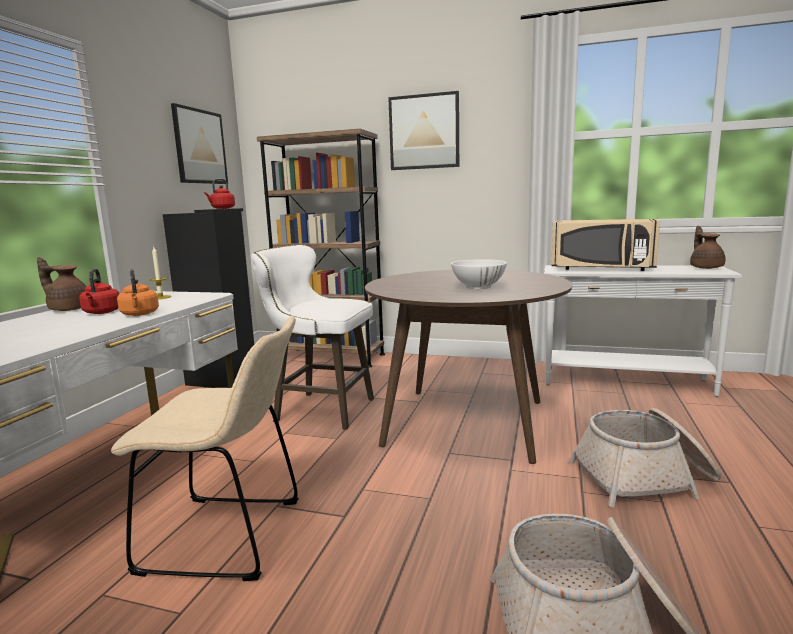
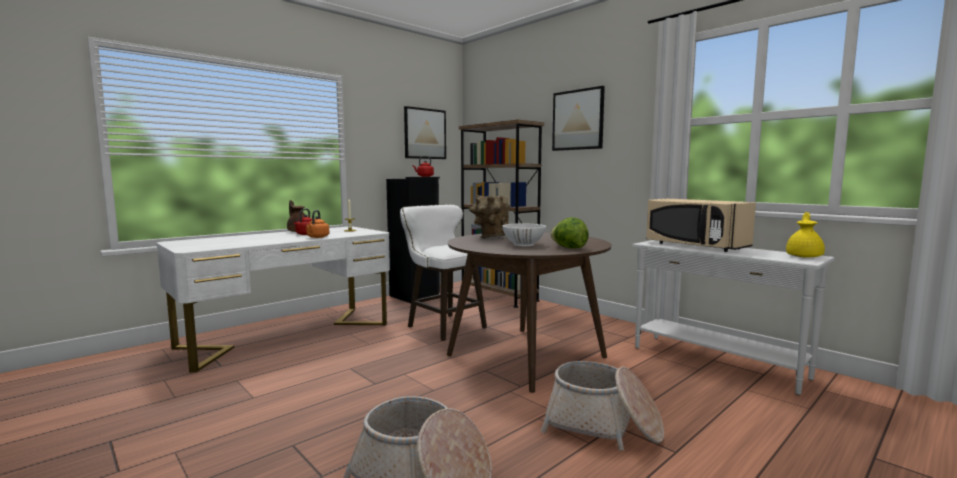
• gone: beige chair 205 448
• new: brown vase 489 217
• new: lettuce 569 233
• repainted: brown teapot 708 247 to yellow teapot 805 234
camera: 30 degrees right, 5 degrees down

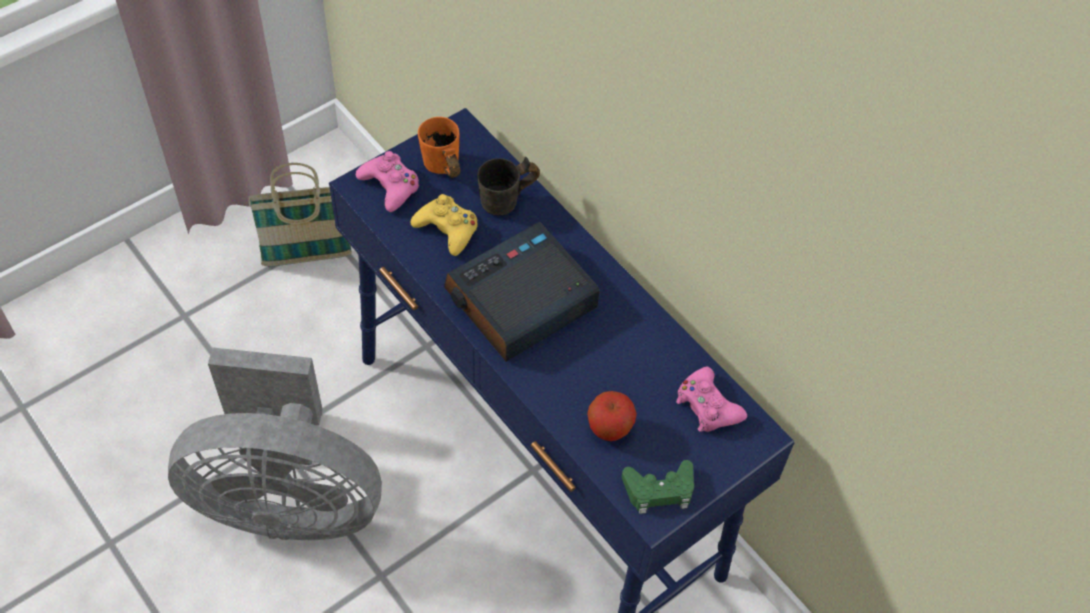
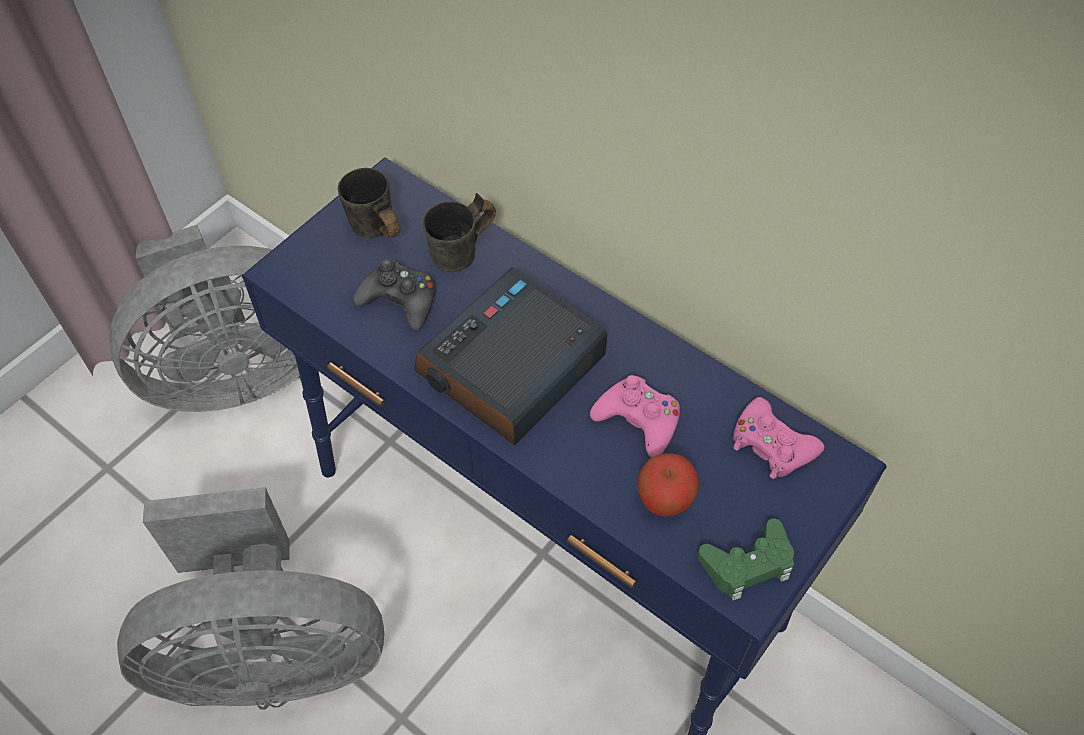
• shifted: pink game controller 388 181 to 635 416
• swapped: basket 300 214 to grey fan 204 318
• repainted: yellow game controller 444 225 to black game controller 394 294
• repainted: orange mug 439 147 to grey mug 369 203
camera: 10 degrees left, 0 degrees up

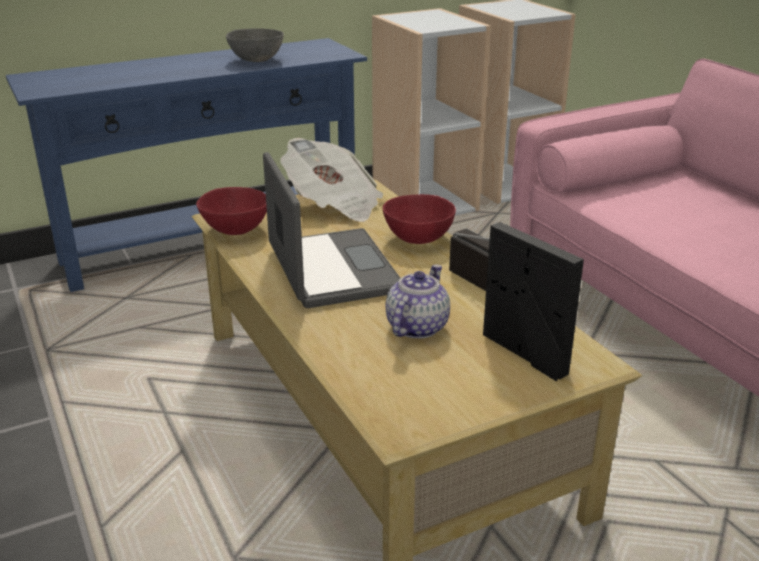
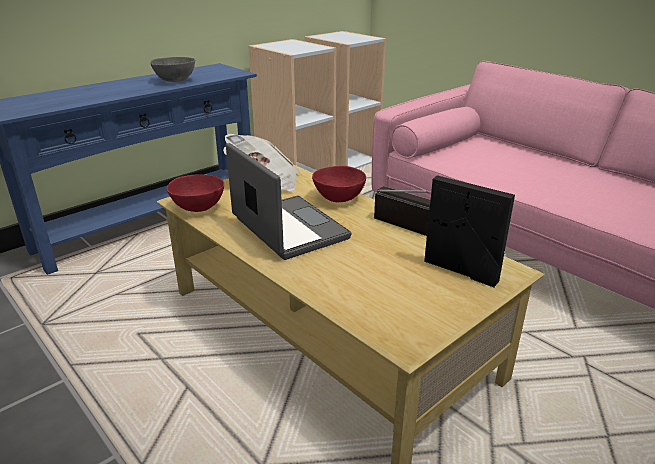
• gone: teapot 418 302
camera: 15 degrees left, 0 degrees up

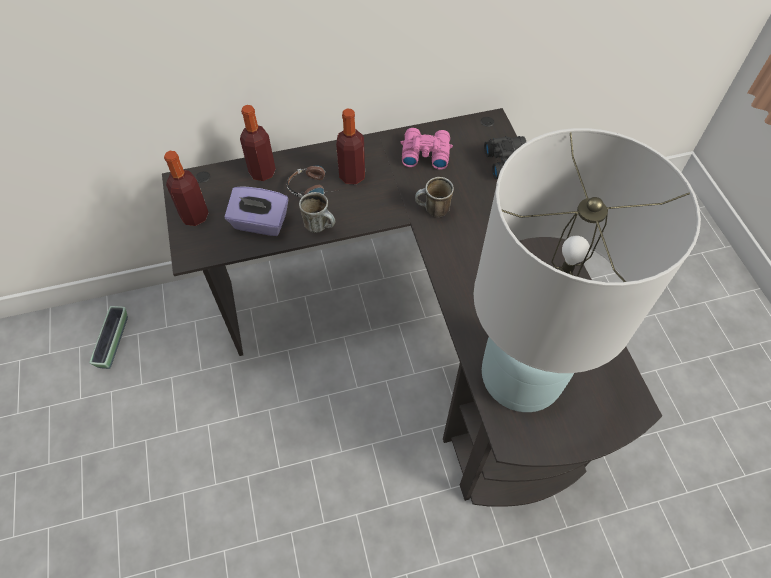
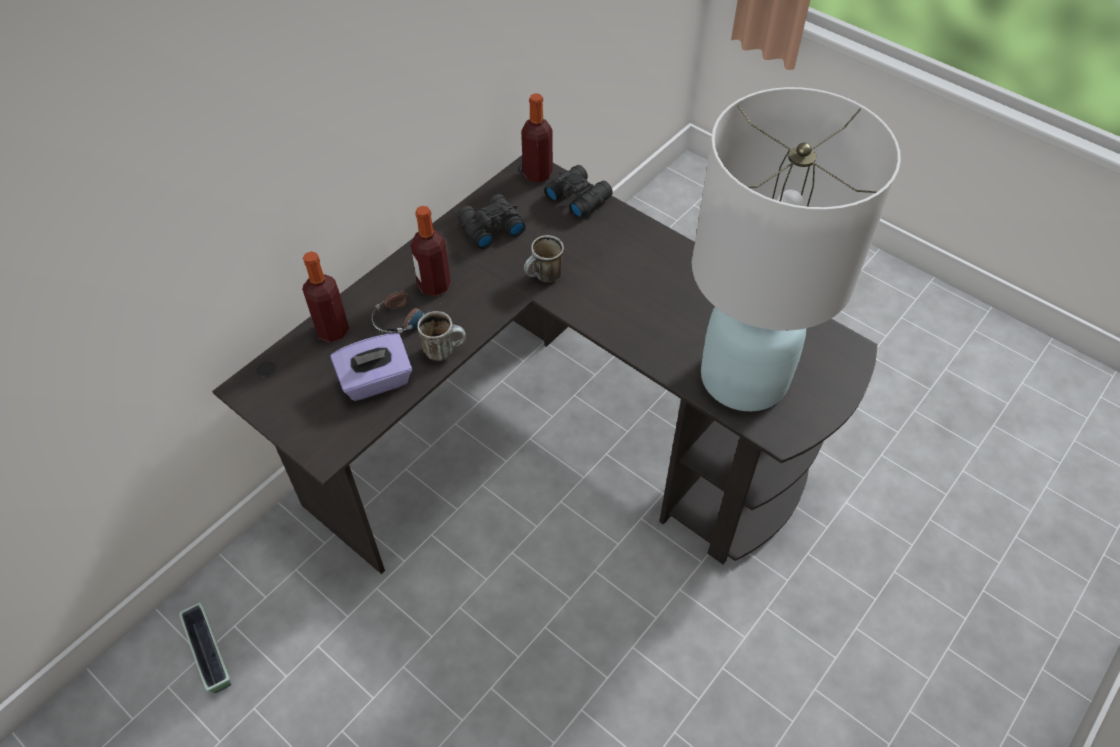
• shifted: bottle 186 188 to 537 138
• repainted: pink binoculars 426 149 to black binoculars 491 221
camera: 35 degrees left, 5 degrees down

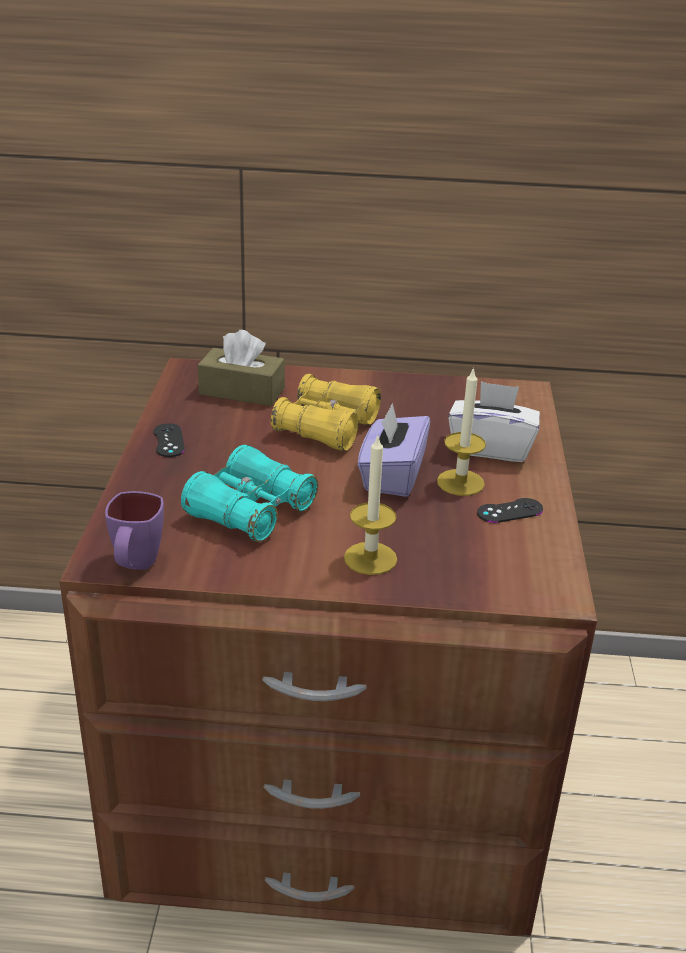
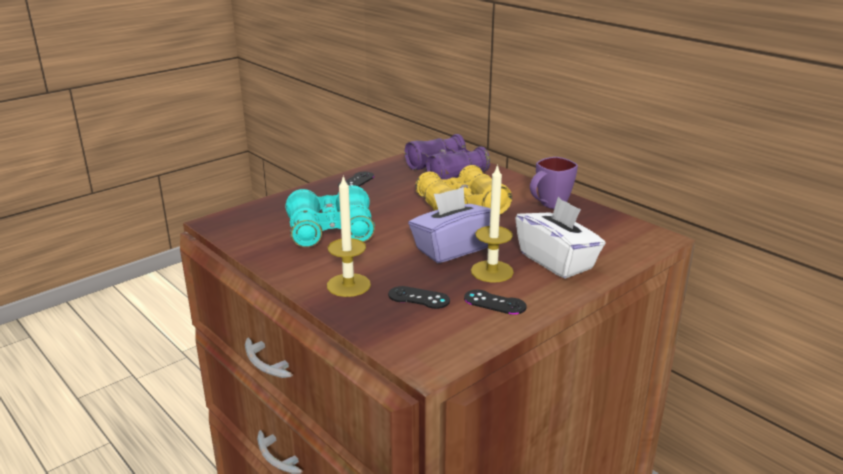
• new: black game controller 419 297
• shifted: purple mug 134 530 to 554 183
• swapped: brown tissue box 241 368 to purple binoculars 447 157
camera: 45 degrees right, 5 degrees down

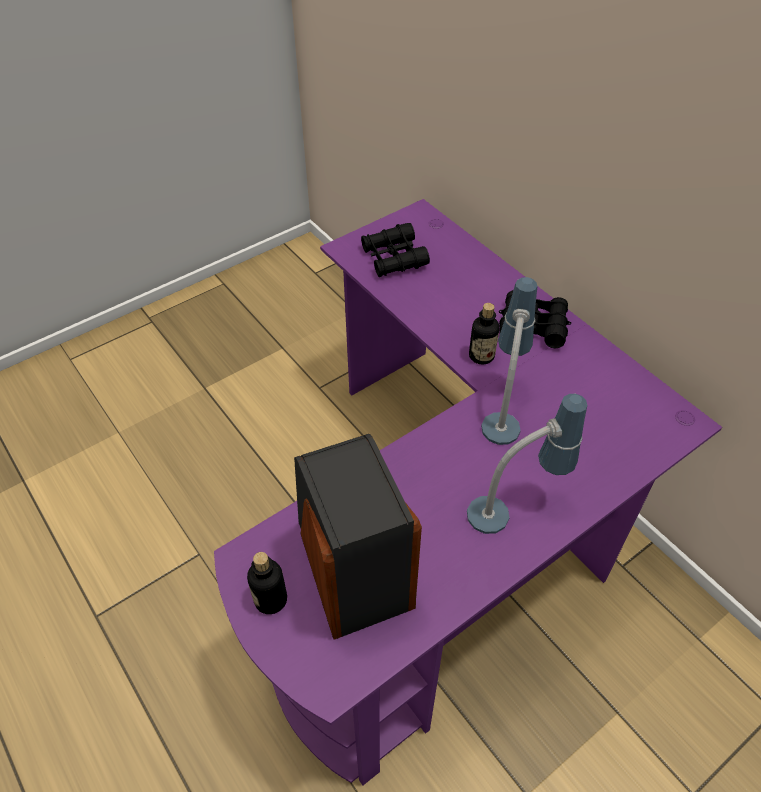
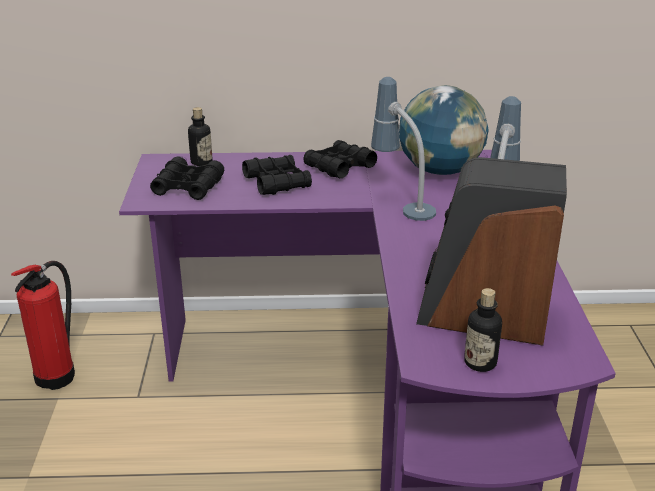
• new: fire extinguisher 43 325
• new: black binoculars 277 175
• new: globe 444 130
• shifted: bottle 484 333 to 200 136
camera: 55 degrees left, 20 degrees down

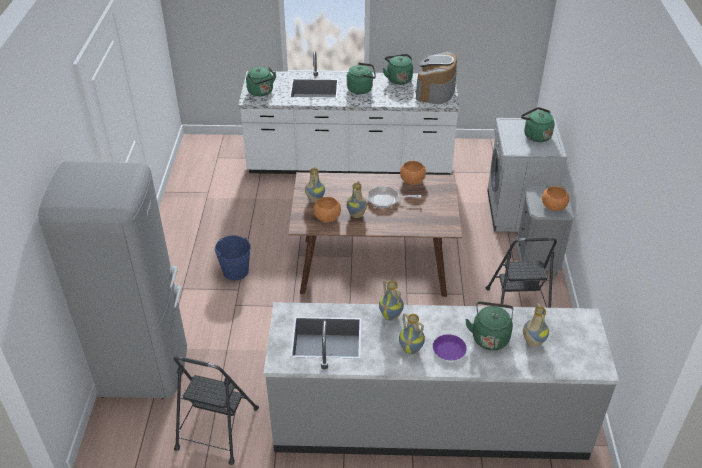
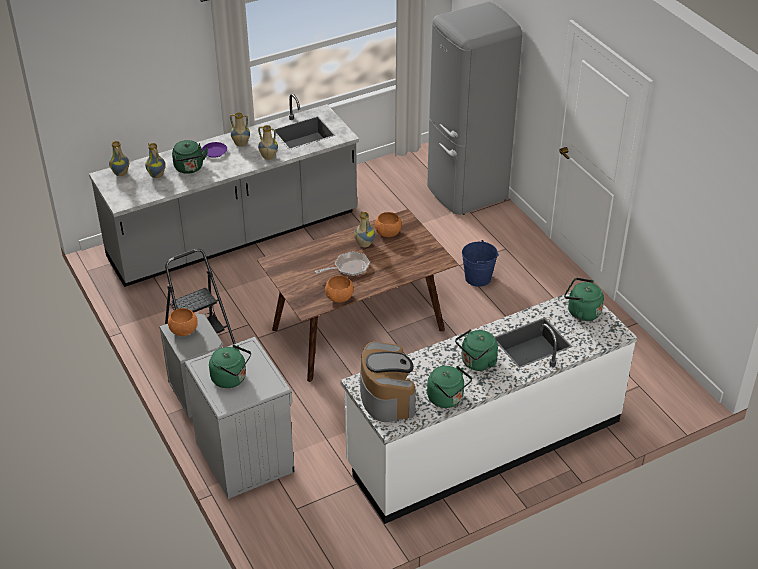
• gone: black step ladder 216 410
• shifted: vase 315 184 to 119 158
camera: 150 degrees right, 0 degrees up

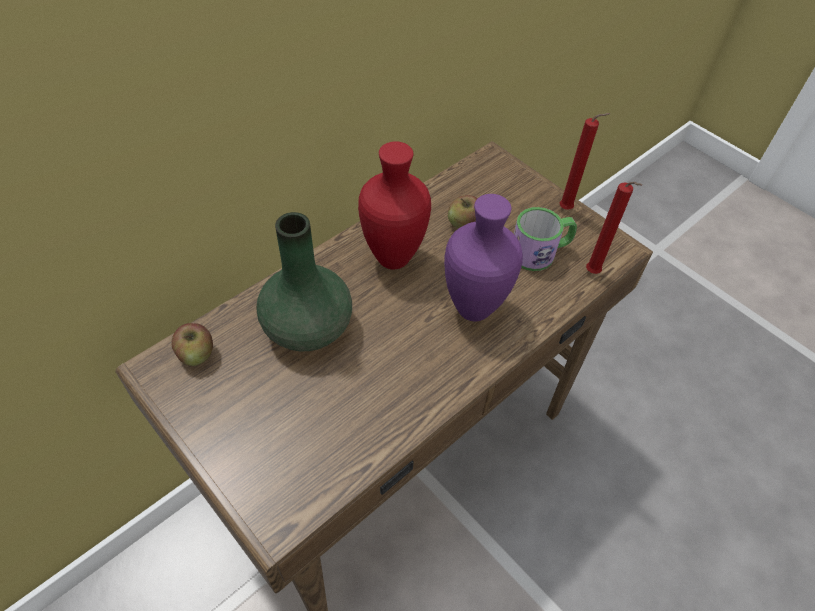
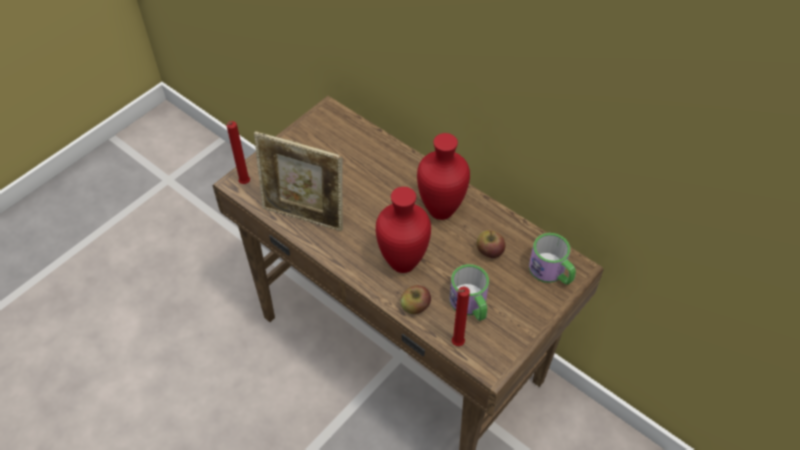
• gone: green vase 304 281
• new: picture frame 298 181
• new: mug 552 259
• shifted: apple 192 344 to 416 299
• shifted: red candle 585 161 to 238 152
• repainted: purple vase 483 257 to red vase 403 230
camera: 85 degrees right, 0 degrees up

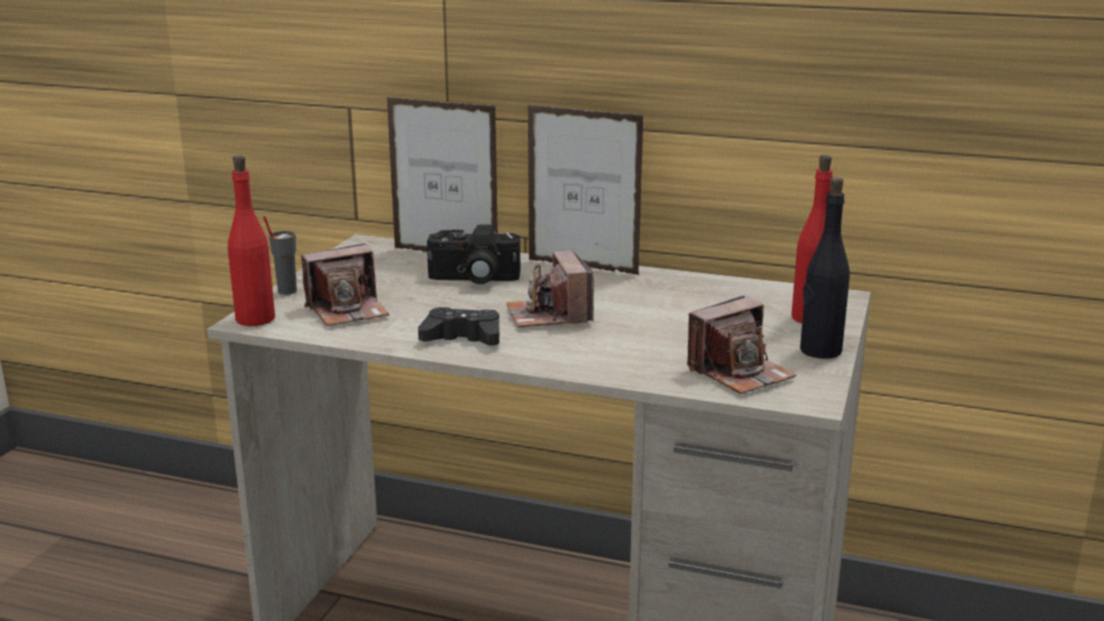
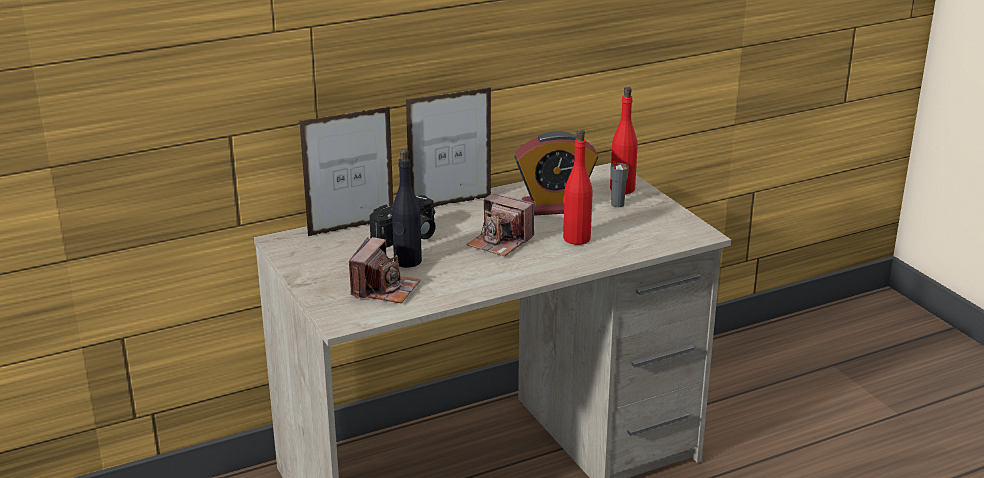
• gone: black game controller 459 326
• gone: photo camera 741 345
• new: alarm clock 556 173
• shifted: red bottle 251 240 to 578 187
• shifted: grey cup 280 255 to 620 182
• shifted: black bottle 825 268 to 407 208
camera: 45 degrees left, 5 degrees up

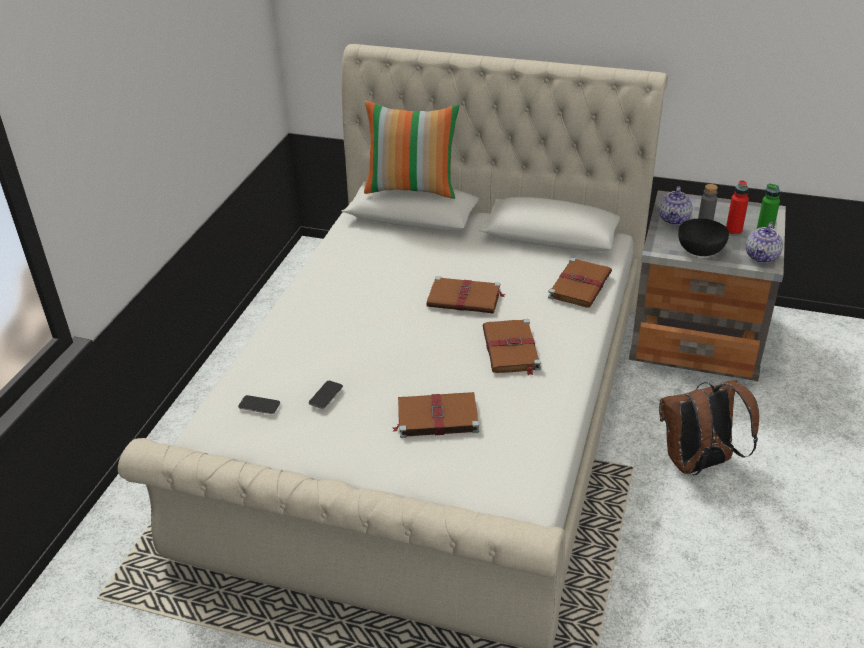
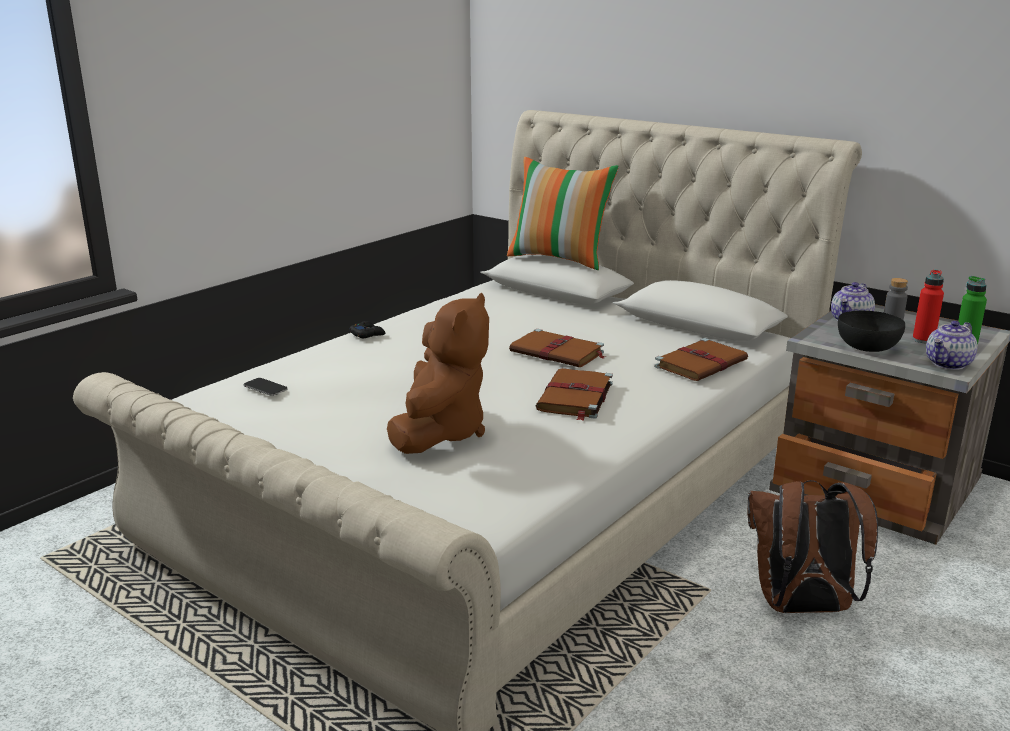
• gone: phone 326 395
• new: black game controller 367 329
• swapped: brown book 435 415 to brown plush toy 438 373
camera: 20 degrees right, 15 degrees down

